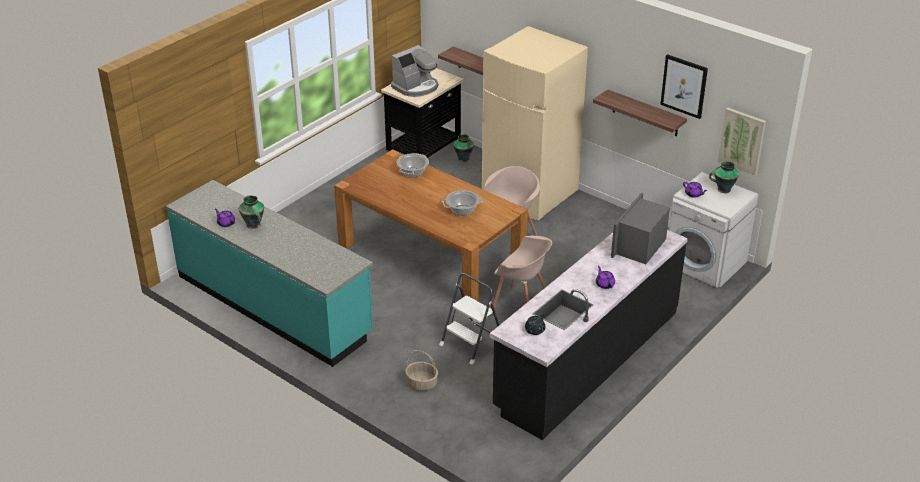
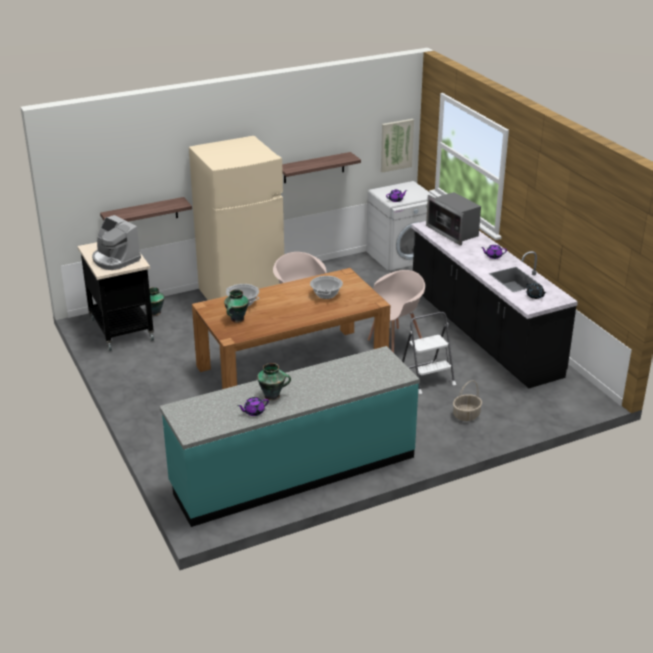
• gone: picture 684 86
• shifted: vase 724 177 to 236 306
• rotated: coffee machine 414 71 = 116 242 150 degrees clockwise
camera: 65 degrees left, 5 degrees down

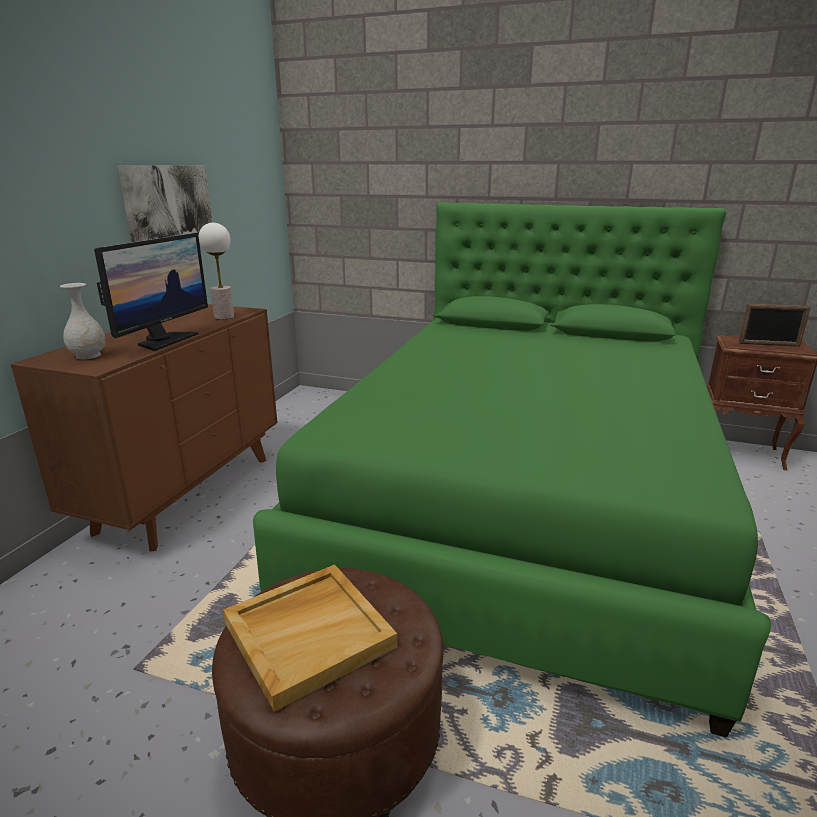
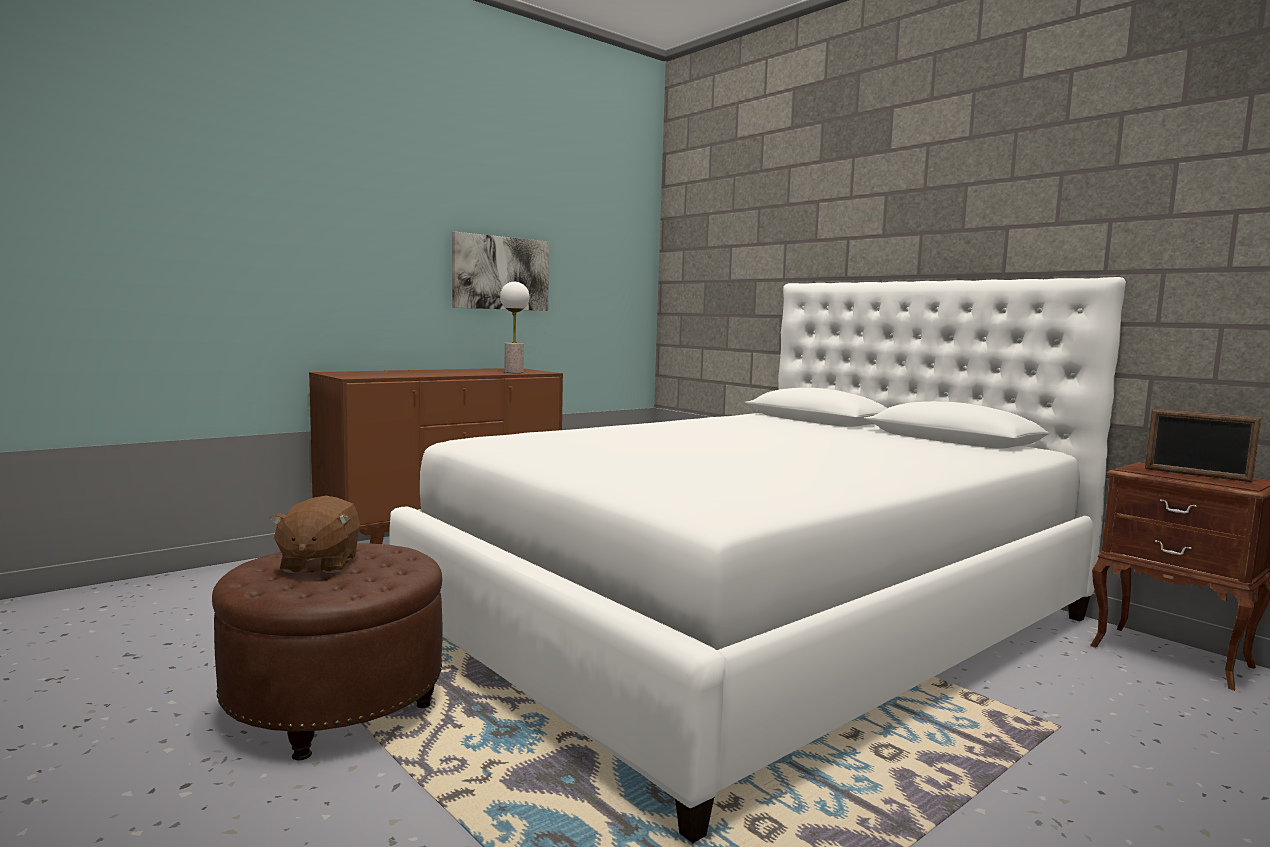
• gone: white vase 83 321
• gone: monitor 151 292
• swapped: beige tray 310 638 to brown plush toy 314 534
• repainted: green bed 512 470 to white bed 758 560
camera: 30 degrees right, 15 degrees down

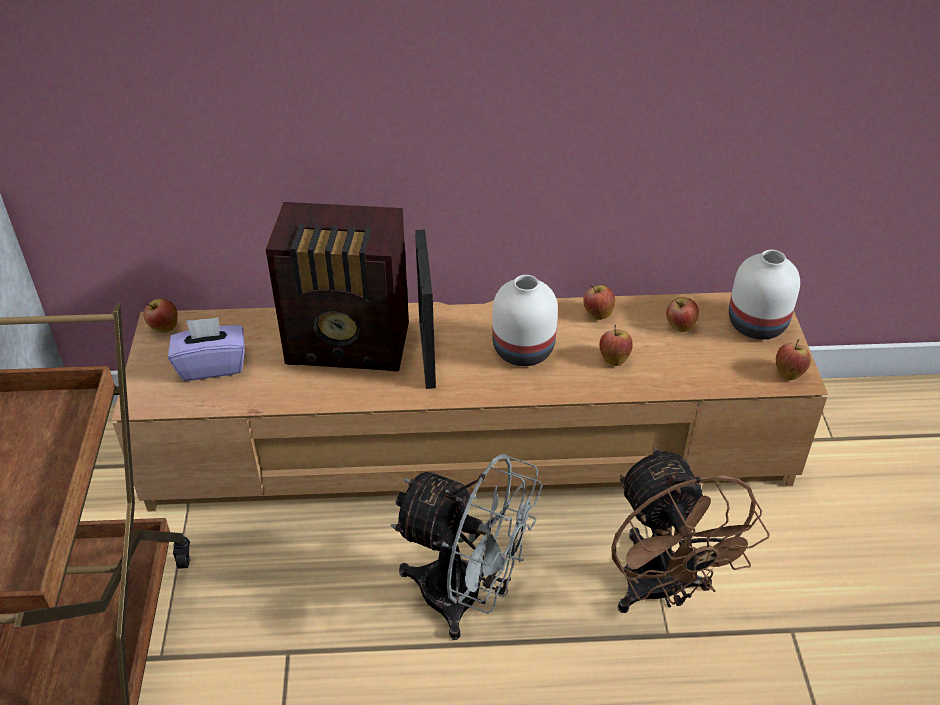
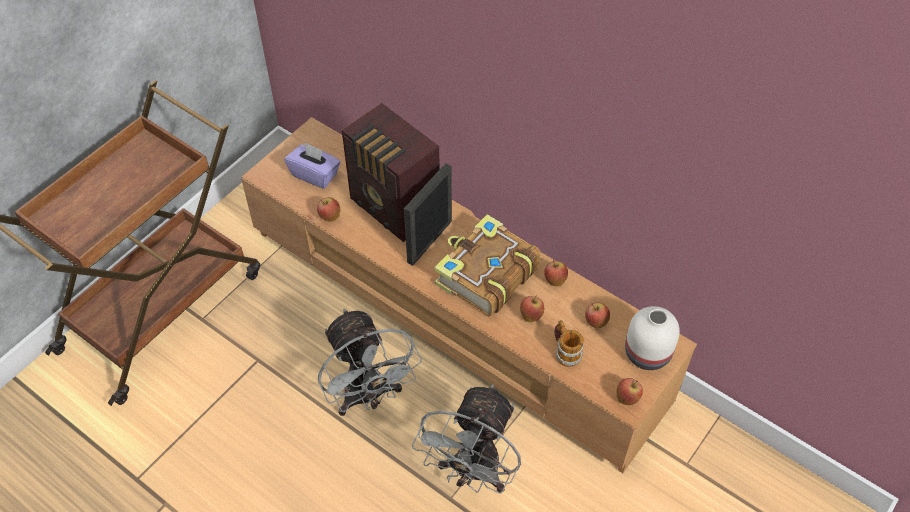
• new: mug 569 343
• shifted: apple 161 316 to 328 209
• swapped: white vase 525 320 to book 488 265
• repainted: brown fan 690 529 to grey fan 466 439
camera: 40 degrees right, 10 degrees up

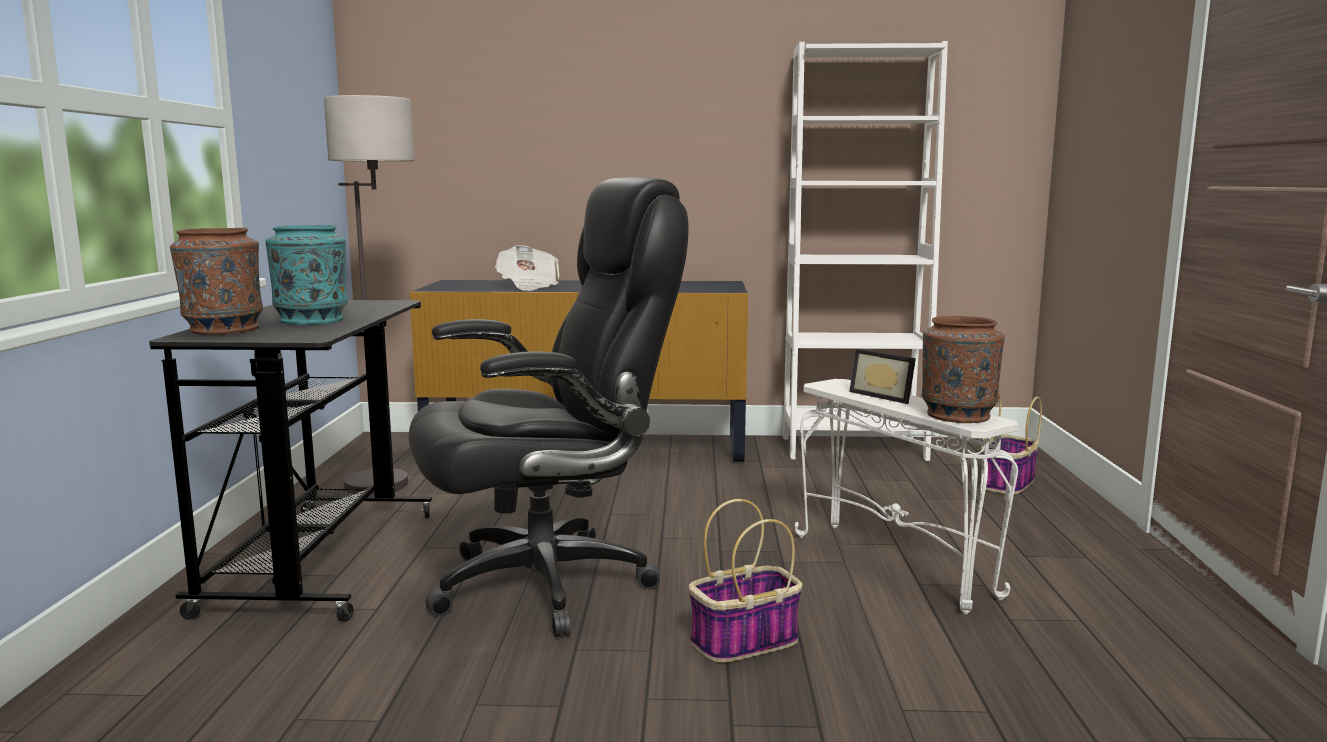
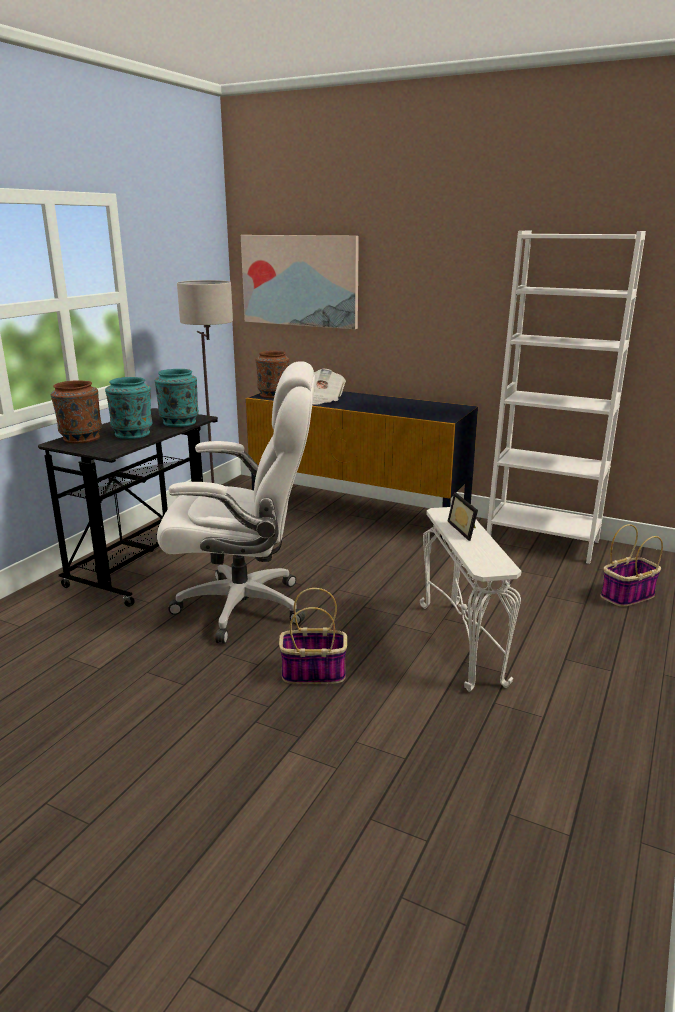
• new: turquoise vase 177 398
• new: picture 300 282
• shifted: brown vase 963 369 to 272 374
• repainted: black office chair 548 407 to white office chair 236 502
camera: 25 degrees right, 10 degrees up

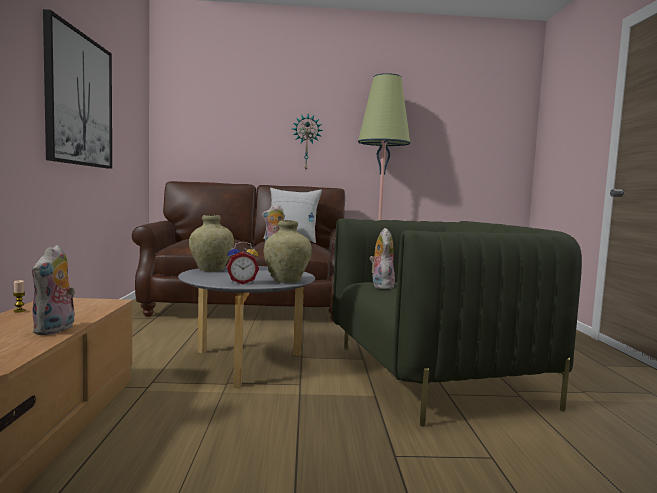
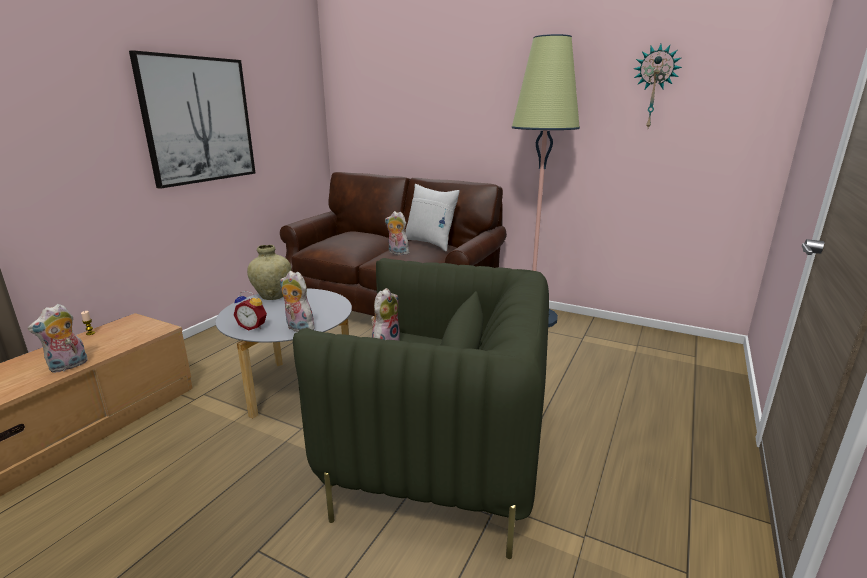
• shifted: wall clock 308 141 to 658 86
• swapped: beige vase 288 251 to plush toy 298 301
camera: 30 degrees right, 15 degrees up

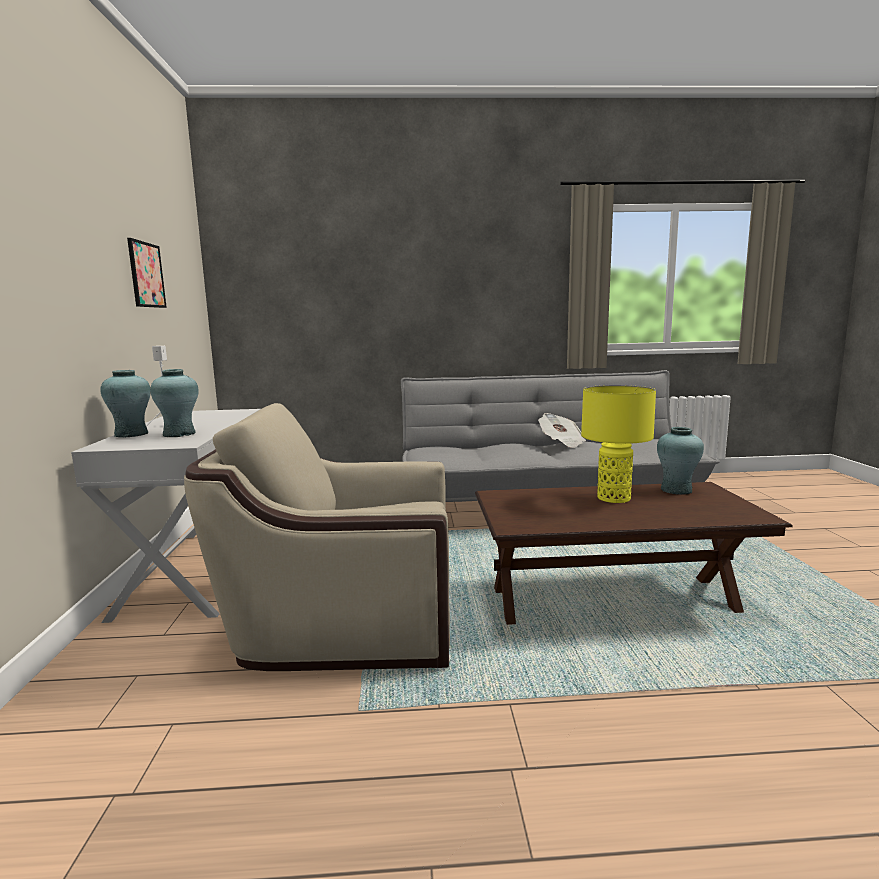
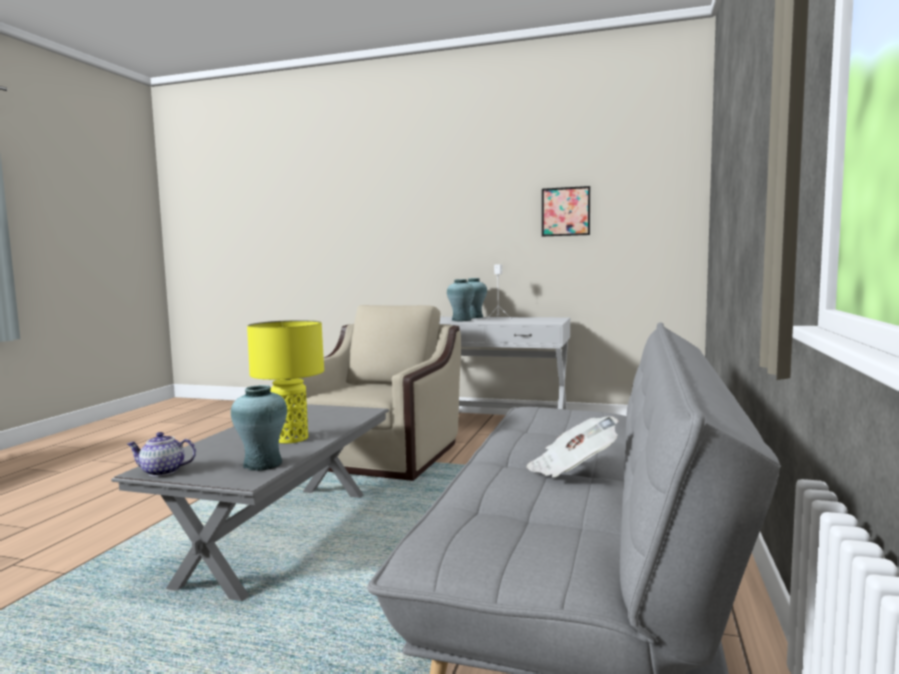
• new: teapot 161 454
• repainted: brown coffee table 634 553 to grey coffee table 250 502
camera: 110 degrees right, 5 degrees down

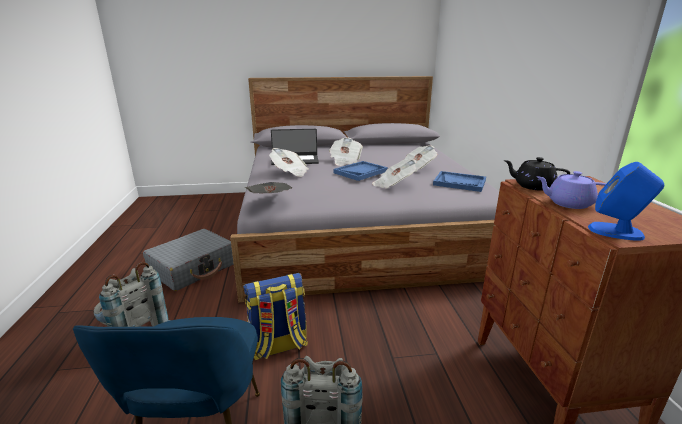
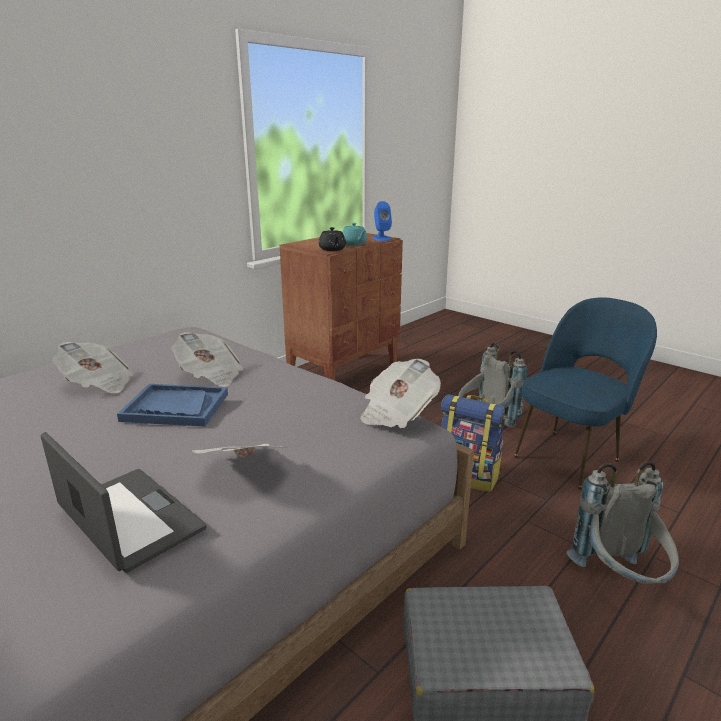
• gone: newspaper 346 151
• gone: blue tray 459 181
• repainted: purple teapot 572 190 to turquoise teapot 354 234
camera: 130 degrees left, 0 degrees up

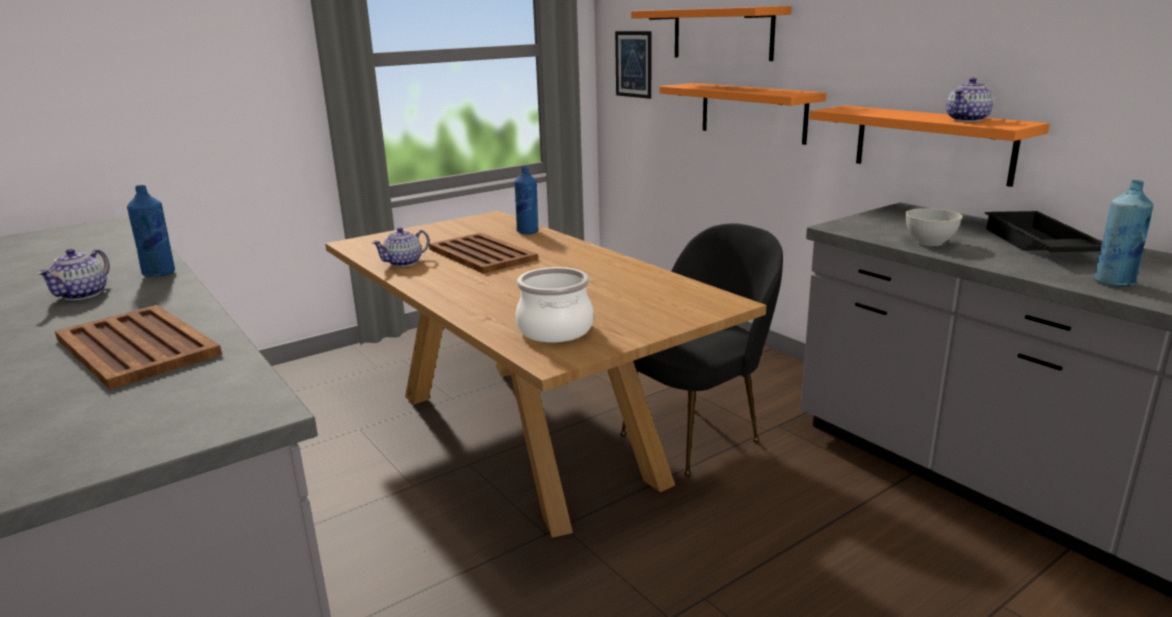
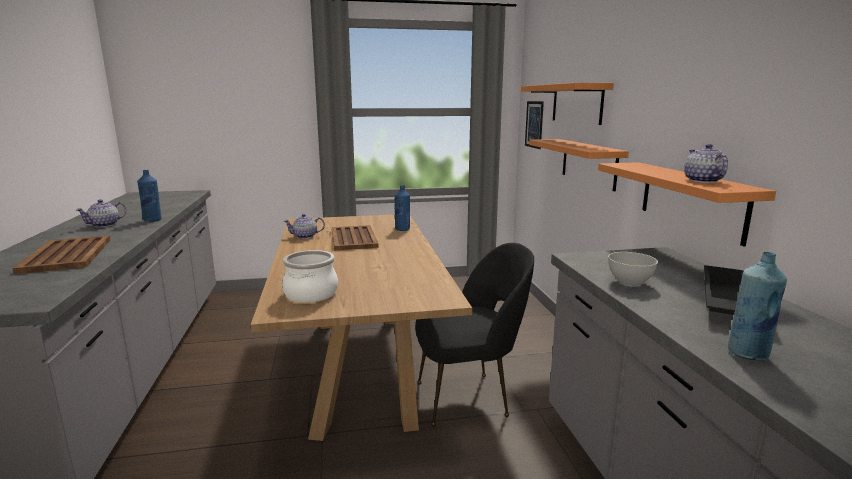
• rotated: teapot 970 100 = 706 163 105 degrees clockwise
camera: 25 degrees right, 5 degrees down

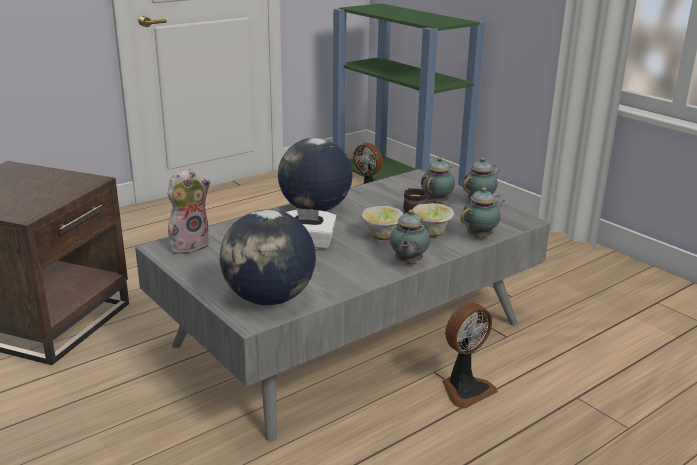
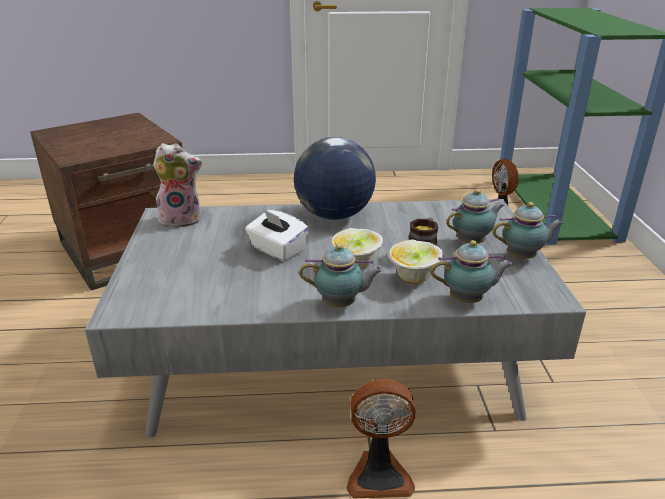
• gone: globe 268 257
• rotated: teapot 410 237 = 341 275 135 degrees counterclockwise
camera: 35 degrees right, 5 degrees up

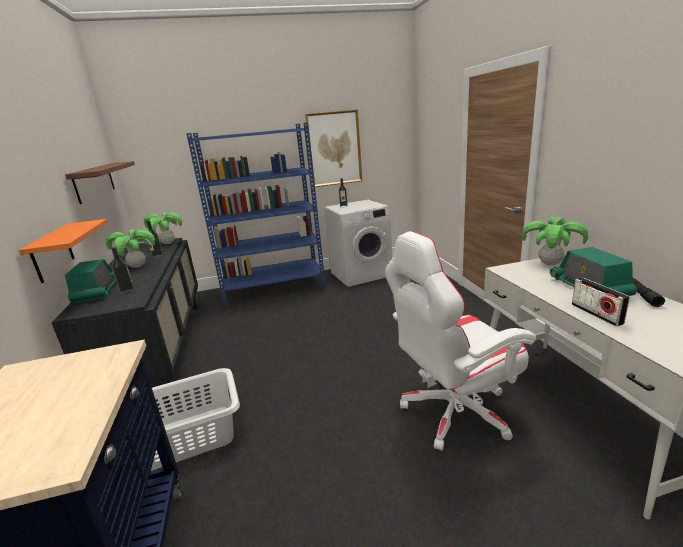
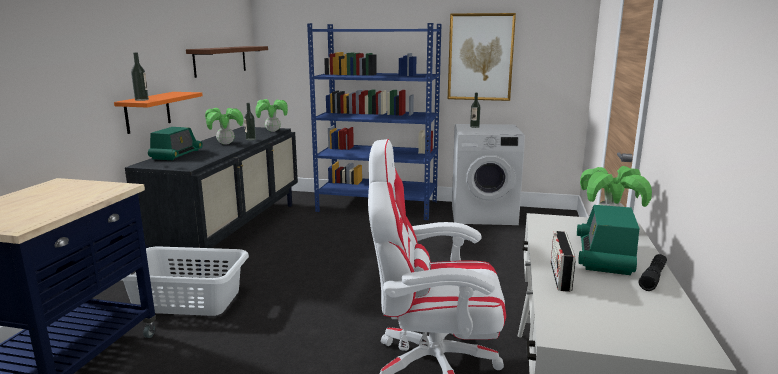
• shifted: bottle 122 271 to 140 76
camera: 25 degrees right, 5 degrees down

